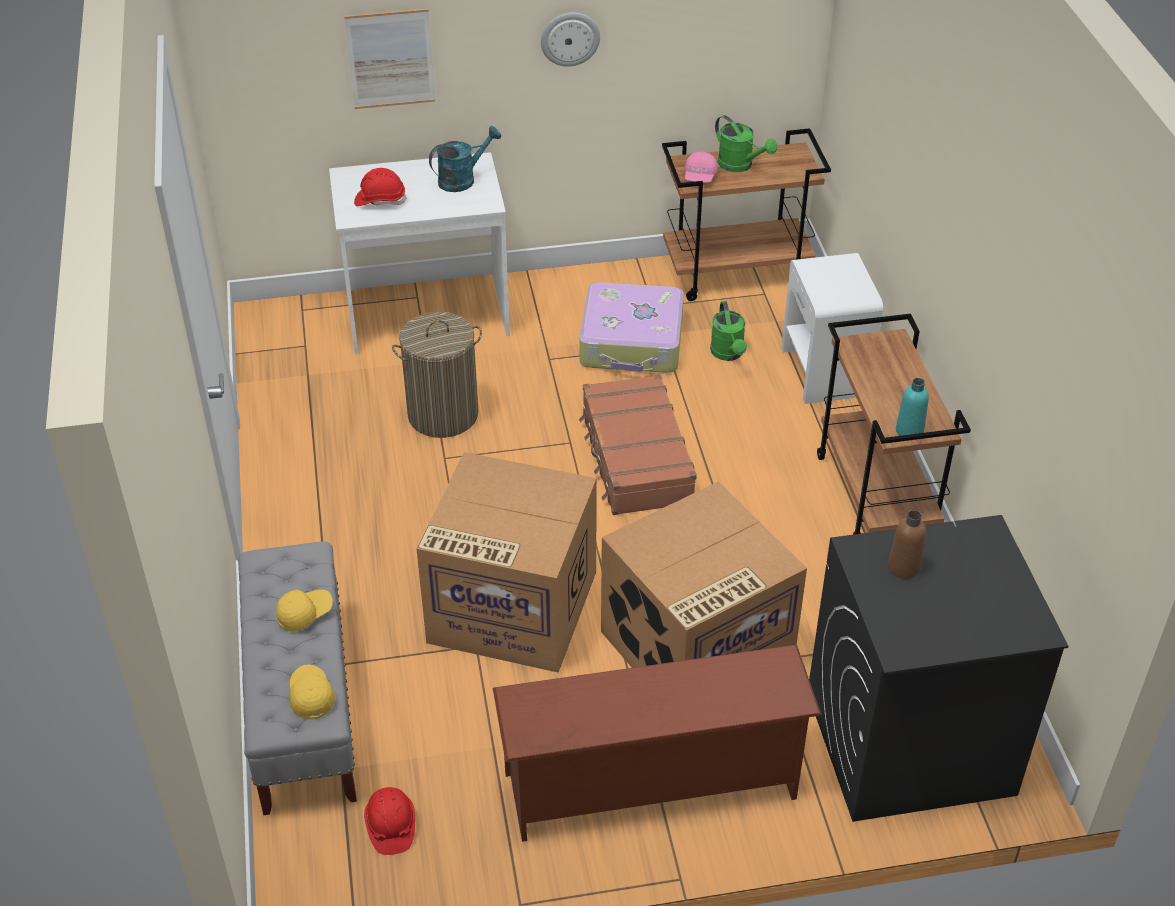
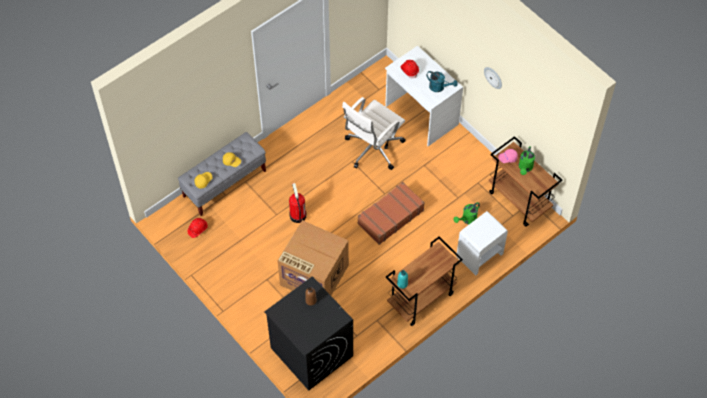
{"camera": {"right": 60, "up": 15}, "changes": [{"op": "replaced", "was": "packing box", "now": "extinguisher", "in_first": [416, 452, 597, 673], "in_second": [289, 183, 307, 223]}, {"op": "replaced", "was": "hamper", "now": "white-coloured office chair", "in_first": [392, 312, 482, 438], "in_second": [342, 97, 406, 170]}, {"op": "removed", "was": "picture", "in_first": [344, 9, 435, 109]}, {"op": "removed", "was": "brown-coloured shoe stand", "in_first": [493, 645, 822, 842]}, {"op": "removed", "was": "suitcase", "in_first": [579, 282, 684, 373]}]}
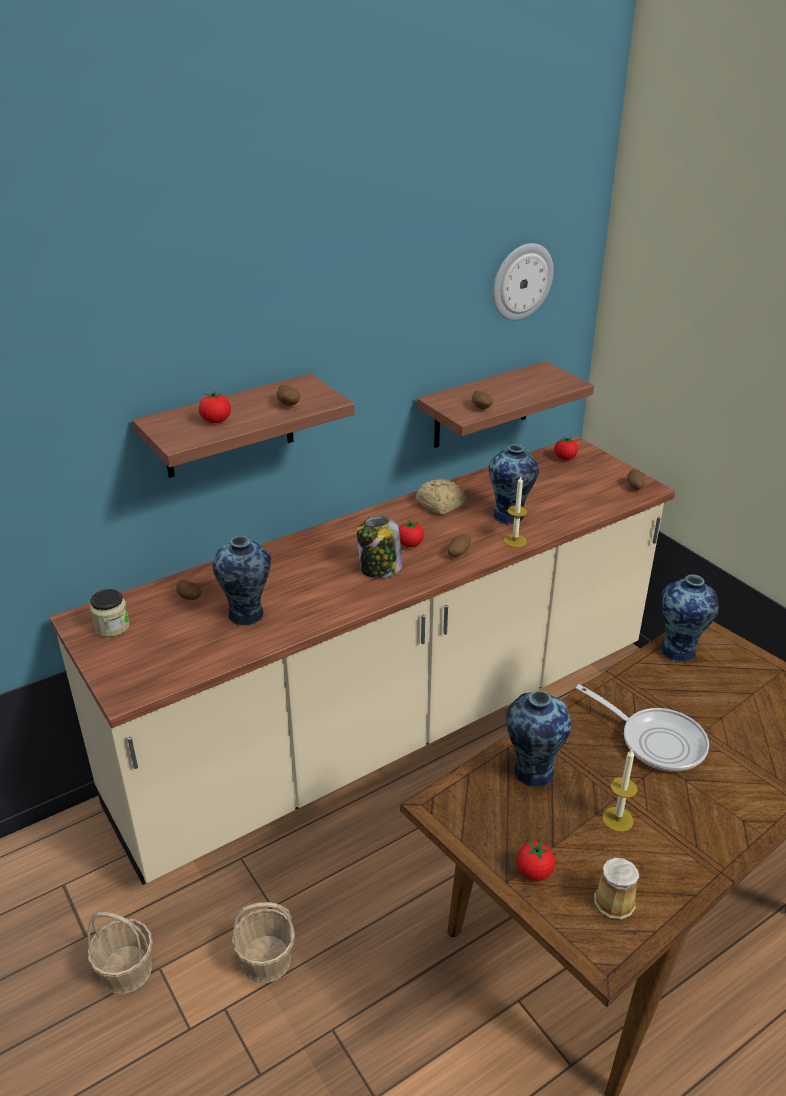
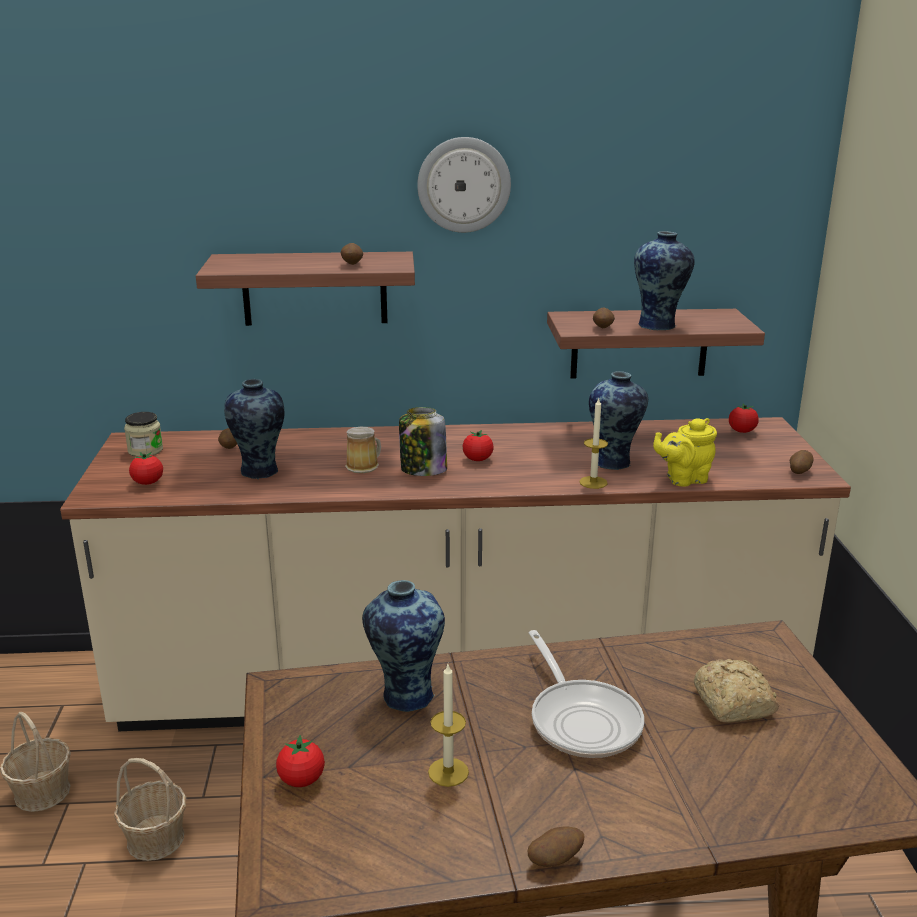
{"camera": {"right": 30, "up": -10}, "changes": [{"op": "moved", "was": "tomato", "in_first": [199, 391, 231, 423], "in_second": [129, 452, 163, 485]}, {"op": "moved", "was": "coffee mug", "in_first": [594, 858, 639, 919], "in_second": [346, 427, 381, 473]}, {"op": "moved", "was": "wall clock", "in_first": [493, 243, 554, 321], "in_second": [417, 137, 511, 233]}, {"op": "moved", "was": "potato", "in_first": [447, 535, 471, 557], "in_second": [528, 827, 585, 867]}, {"op": "moved", "was": "flower vase", "in_first": [661, 575, 719, 664], "in_second": [634, 231, 695, 330]}, {"op": "added", "now": "yellow-coloured tea pot", "in_second": [653, 418, 717, 486]}, {"op": "moved", "was": "bakery bread", "in_first": [416, 478, 467, 515], "in_second": [694, 659, 779, 722]}]}
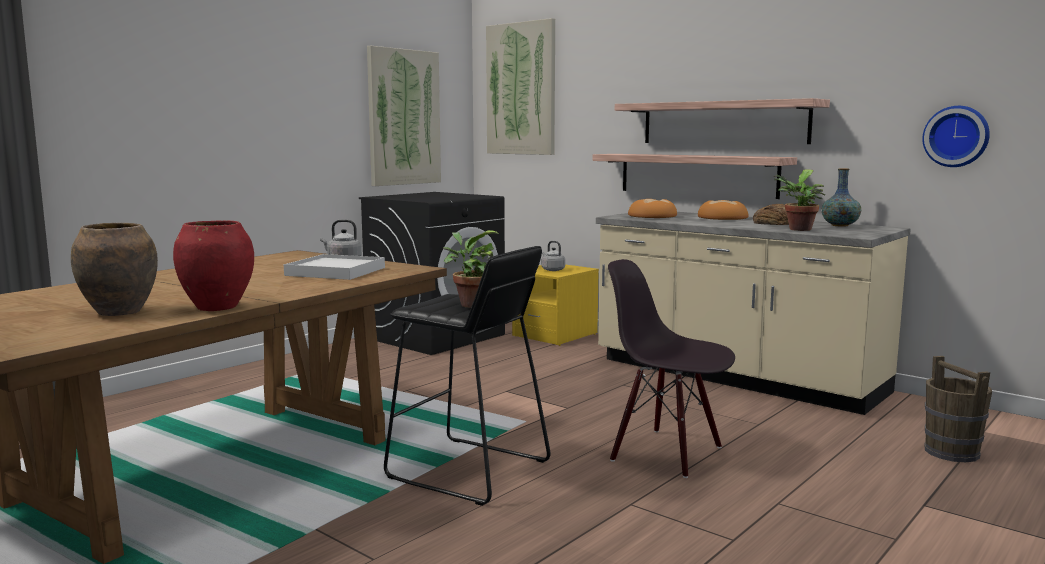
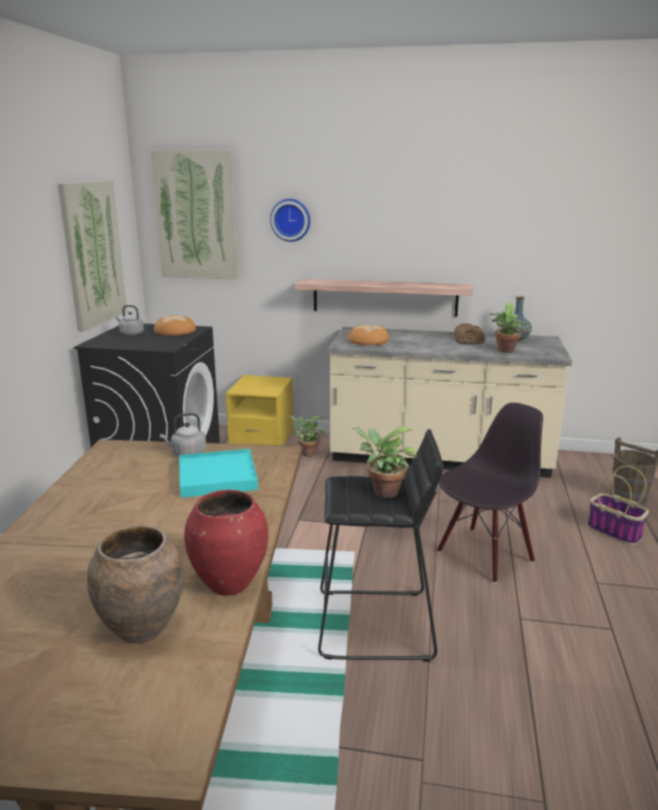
{"camera": {"right": -30, "up": 10}, "changes": [{"op": "moved", "was": "grey water kettle", "in_first": [542, 241, 565, 271], "in_second": [116, 305, 144, 336]}, {"op": "moved", "was": "bakery bread", "in_first": [698, 200, 749, 220], "in_second": [154, 315, 196, 336]}, {"op": "recoloured", "was": "white-coloured carrying tray", "now": "turquoise-coloured carrying tray", "in_first": [284, 254, 385, 280], "in_second": [179, 449, 258, 498]}, {"op": "moved", "was": "wall clock", "in_first": [922, 106, 990, 167], "in_second": [270, 199, 310, 242]}, {"op": "added", "now": "plant in a pot", "in_second": [290, 415, 324, 457]}, {"op": "turned", "was": "black chair", "in_first": [608, 259, 735, 478], "in_second": [437, 403, 543, 583], "clockwise": 135}, {"op": "added", "now": "household basket", "in_second": [587, 465, 649, 545]}, {"op": "removed", "was": "shelf", "in_first": [615, 98, 830, 144]}]}
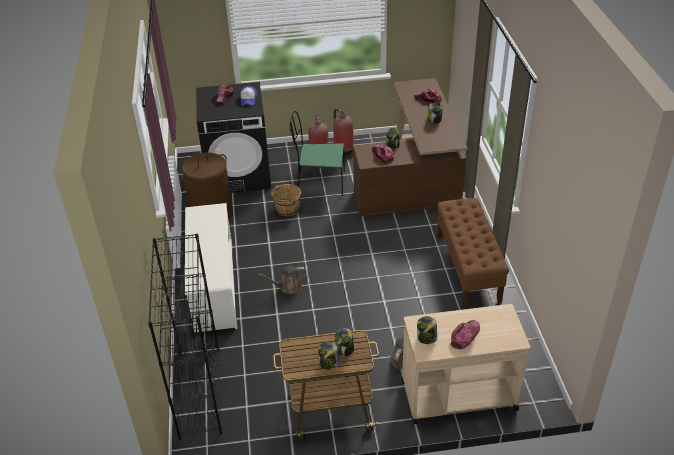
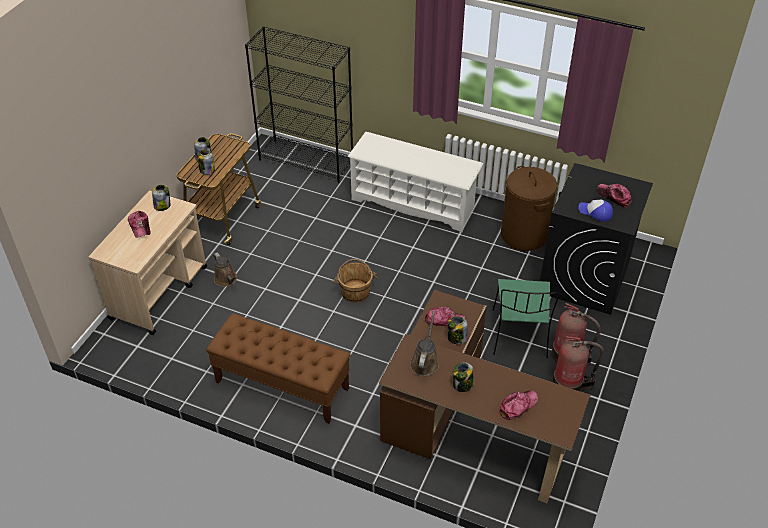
{"camera": {"right": 120, "up": 5}, "changes": [{"op": "moved", "was": "brown-coloured water bucket", "in_first": [271, 184, 301, 216], "in_second": [332, 259, 378, 303]}, {"op": "moved", "was": "brown-coloured watering pot", "in_first": [259, 266, 306, 294], "in_second": [410, 311, 439, 376]}, {"op": "turned", "was": "greenish chair", "in_first": [290, 111, 345, 197], "in_second": [493, 279, 560, 358], "clockwise": 150}]}
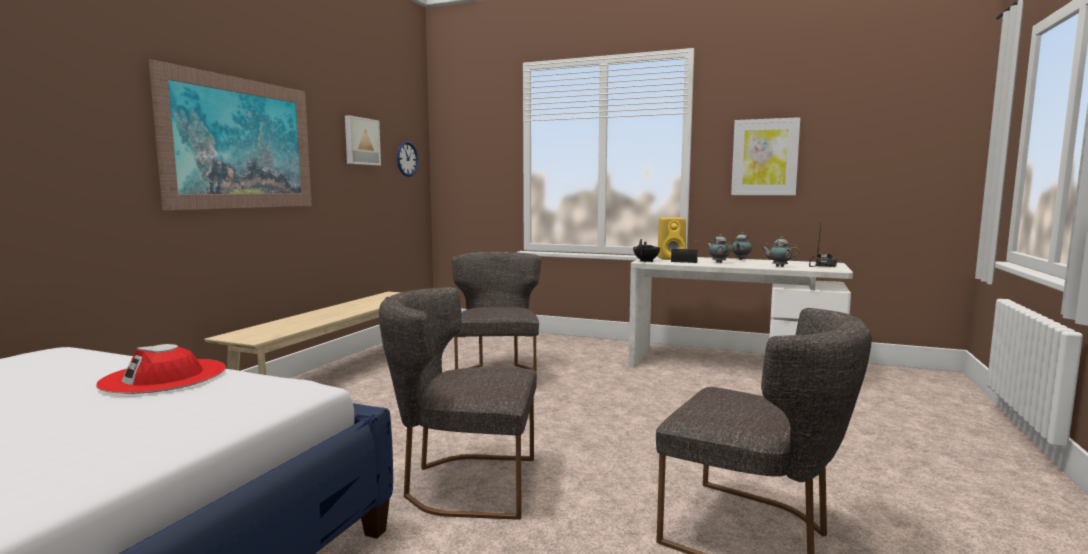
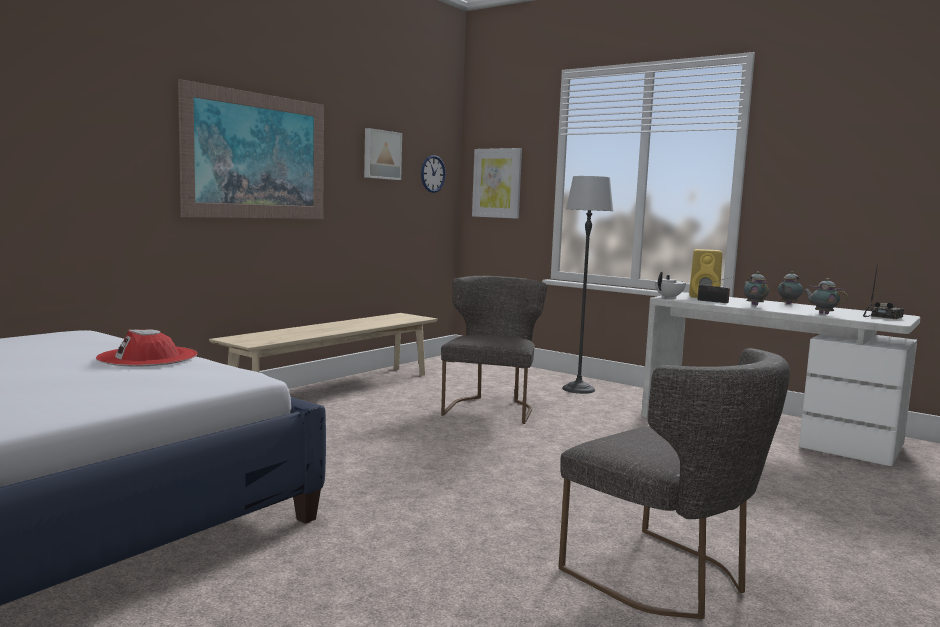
{"camera": {"right": 15, "up": 0}, "changes": [{"op": "moved", "was": "picture", "in_first": [731, 117, 800, 195], "in_second": [472, 148, 522, 219]}, {"op": "added", "now": "floor lamp", "in_second": [562, 176, 613, 394]}, {"op": "recoloured", "was": "black tea pot", "now": "white-coloured tea pot", "in_first": [633, 239, 660, 262], "in_second": [655, 272, 686, 299]}, {"op": "removed", "was": "grey chair", "in_first": [379, 287, 537, 520]}]}
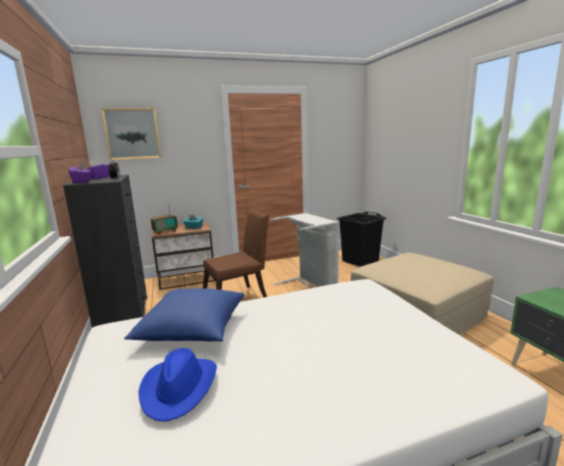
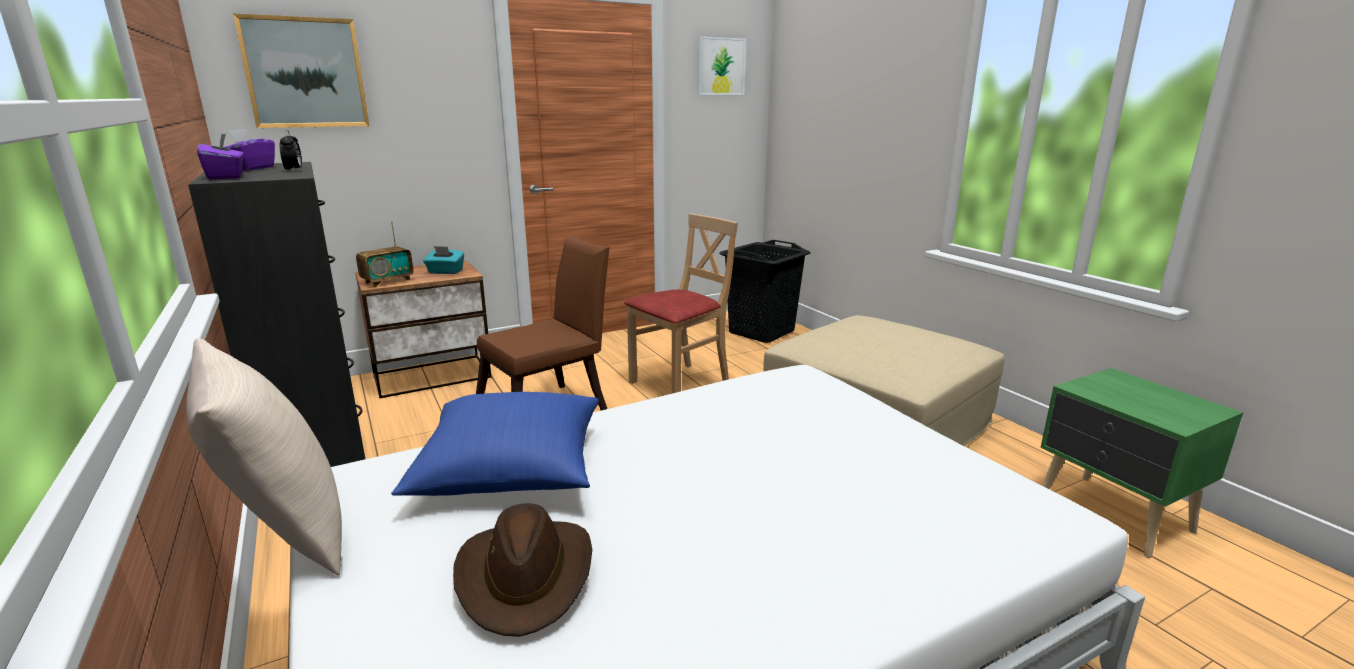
{"camera": {"right": -10, "up": 5}, "changes": [{"op": "added", "now": "beige throw pillow", "in_second": [186, 338, 342, 575]}, {"op": "recoloured", "was": "blue hat", "now": "brown-coloured hat", "in_first": [138, 348, 217, 422], "in_second": [453, 503, 592, 637]}, {"op": "replaced", "was": "grey hamper", "now": "beige chair", "in_first": [270, 213, 339, 288], "in_second": [624, 214, 738, 393]}, {"op": "added", "now": "picture", "in_second": [698, 37, 746, 95]}]}
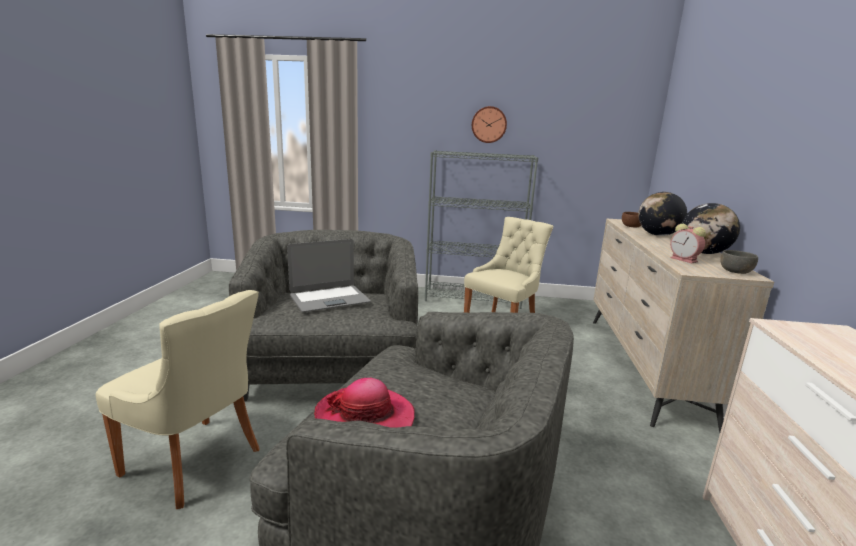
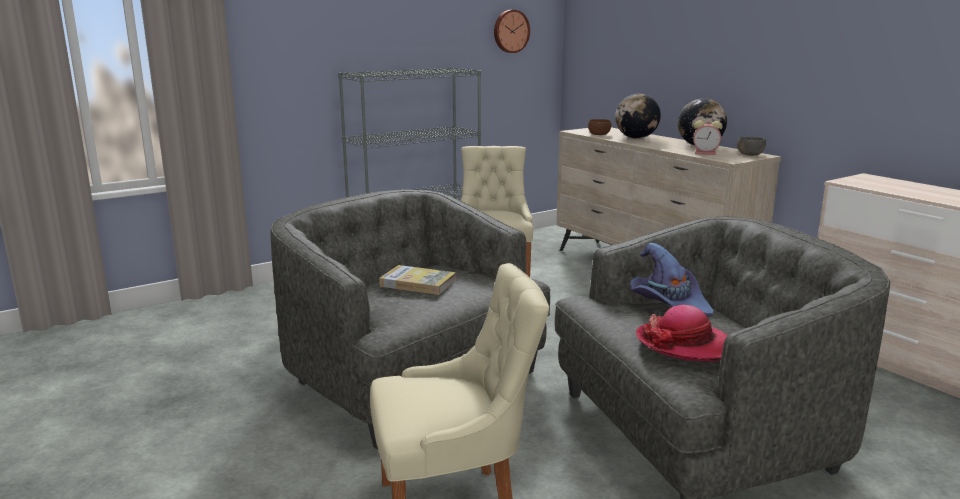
{"camera": {"right": -40, "up": 0}, "changes": [{"op": "replaced", "was": "notebook computer", "now": "book", "in_first": [287, 239, 371, 312], "in_second": [379, 265, 456, 295]}, {"op": "moved", "was": "wall clock", "in_first": [472, 106, 507, 143], "in_second": [494, 10, 530, 53]}, {"op": "added", "now": "purplish hat", "in_second": [630, 243, 714, 316]}]}
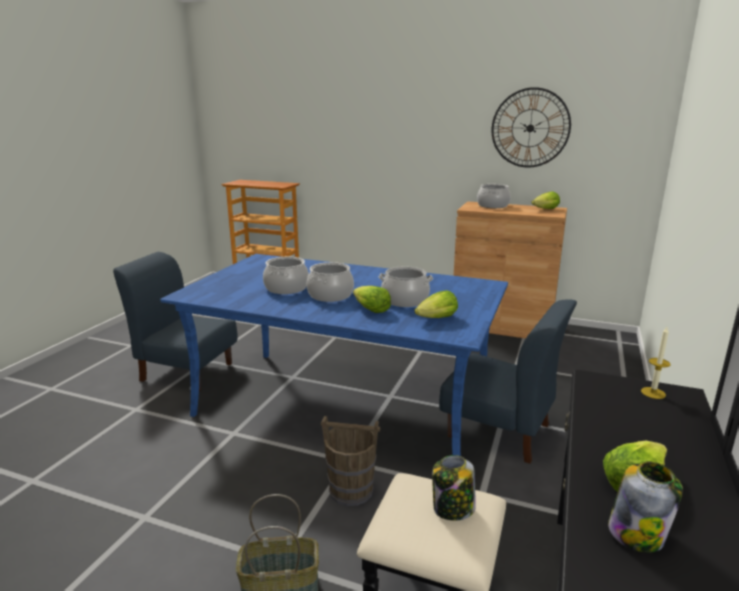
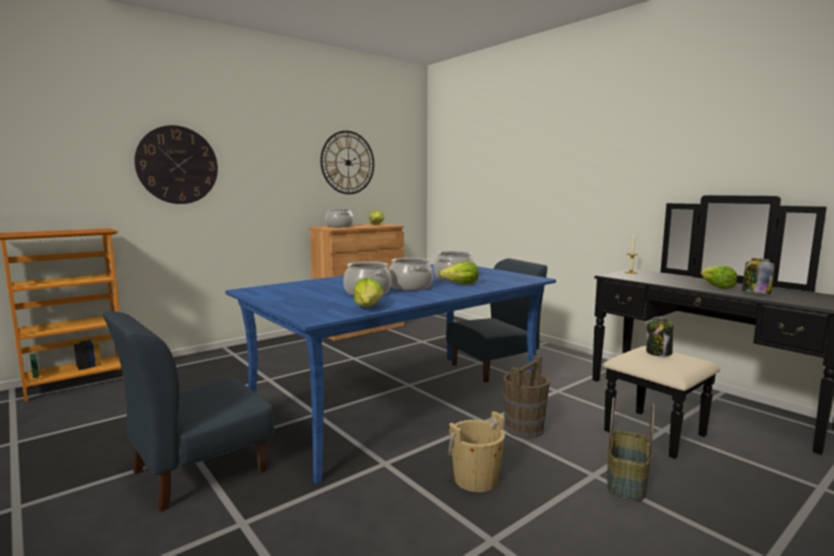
{"camera": {"right": -60, "up": -10}, "changes": [{"op": "added", "now": "wall clock", "in_second": [134, 125, 218, 204]}, {"op": "moved", "was": "head of lettuce", "in_first": [415, 290, 458, 318], "in_second": [354, 278, 384, 307]}, {"op": "added", "now": "beige water bucket", "in_second": [449, 411, 505, 492]}]}
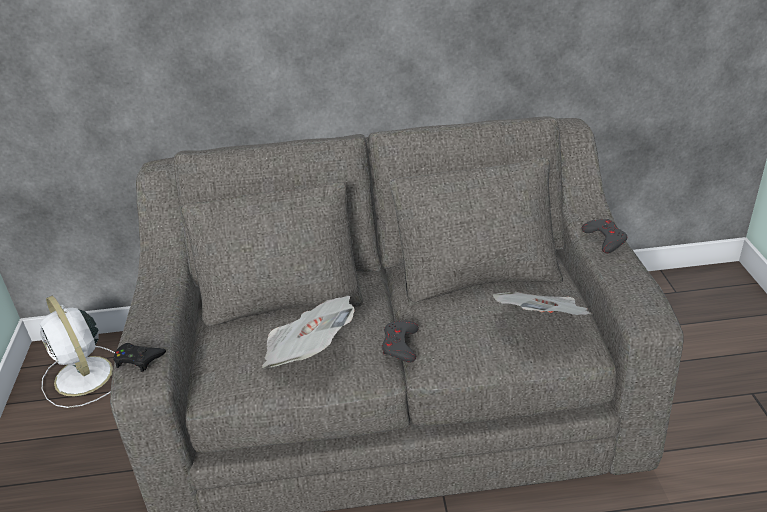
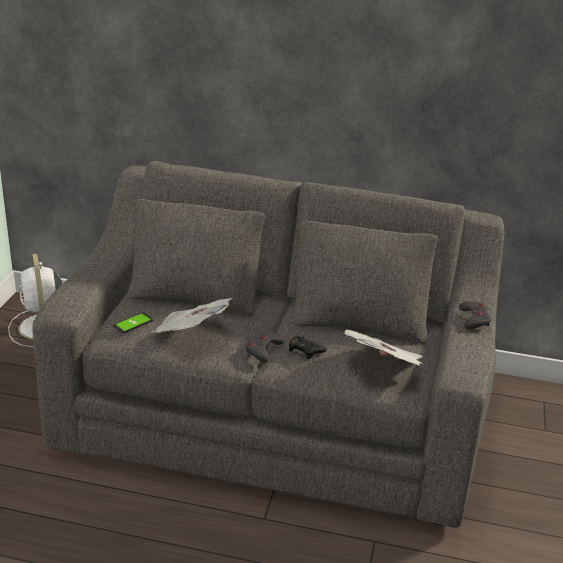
{"camera": {"right": 15, "up": -5}, "changes": [{"op": "added", "now": "phone", "in_second": [113, 312, 153, 333]}, {"op": "moved", "was": "black gamepad", "in_first": [113, 343, 166, 372], "in_second": [289, 336, 327, 359]}]}
